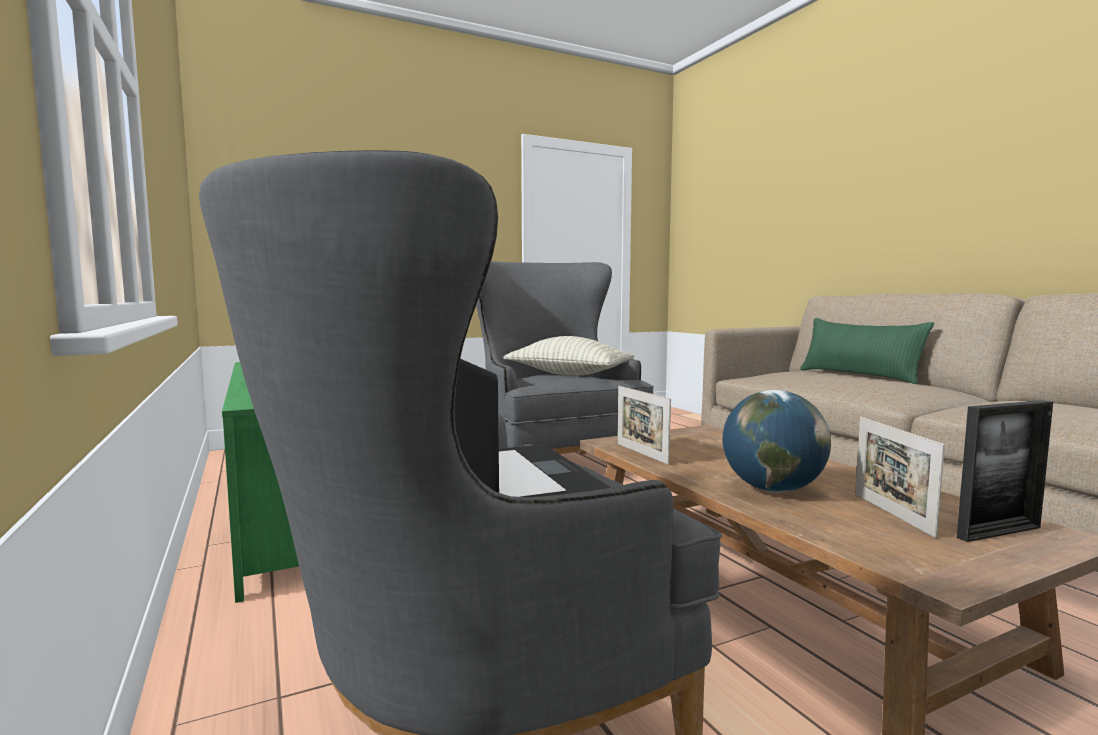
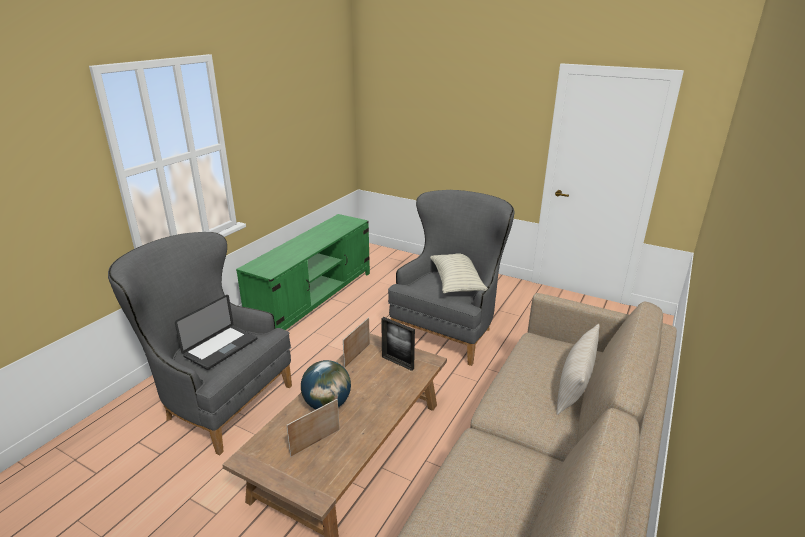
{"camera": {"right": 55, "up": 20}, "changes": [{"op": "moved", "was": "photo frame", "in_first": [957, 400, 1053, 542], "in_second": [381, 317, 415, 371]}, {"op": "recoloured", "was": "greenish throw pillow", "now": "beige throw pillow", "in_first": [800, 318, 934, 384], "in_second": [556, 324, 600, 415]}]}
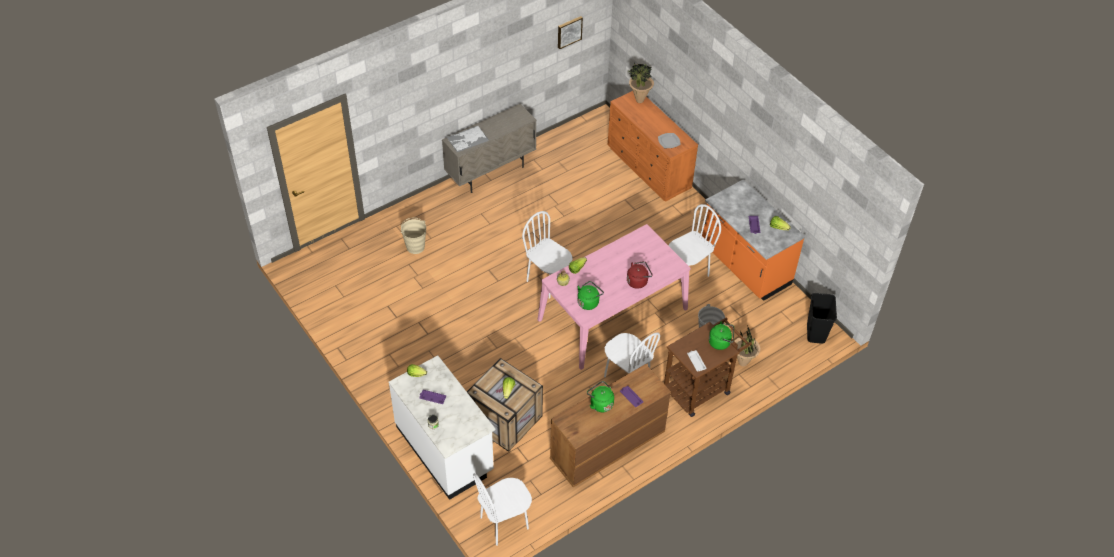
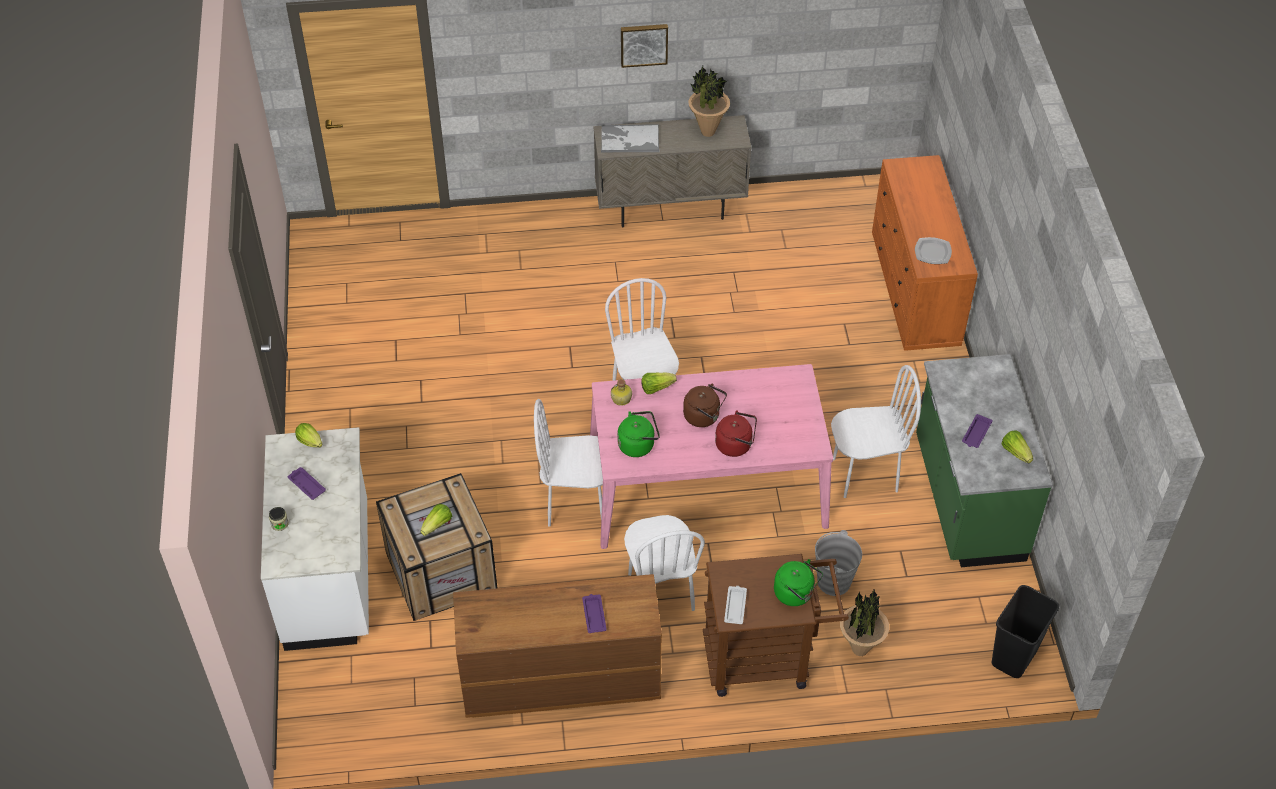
{"camera": {"right": 30, "up": 0}, "changes": [{"op": "moved", "was": "white-coloured chair", "in_first": [473, 473, 532, 546], "in_second": [534, 399, 603, 527]}, {"op": "moved", "was": "picture", "in_first": [558, 16, 583, 49], "in_second": [621, 24, 668, 68]}, {"op": "added", "now": "brown-coloured water kettle", "in_second": [683, 384, 727, 427]}, {"op": "moved", "was": "plant in a pot", "in_first": [629, 63, 654, 103], "in_second": [688, 66, 730, 137]}, {"op": "recoloured", "was": "orange kitchen base unit", "now": "greenish kitchen base unit", "in_first": [702, 180, 805, 301], "in_second": [916, 354, 1052, 567]}, {"op": "removed", "was": "beige water bucket", "in_first": [401, 218, 426, 254]}, {"op": "removed", "was": "greenish water kettle", "in_first": [587, 381, 614, 412]}]}
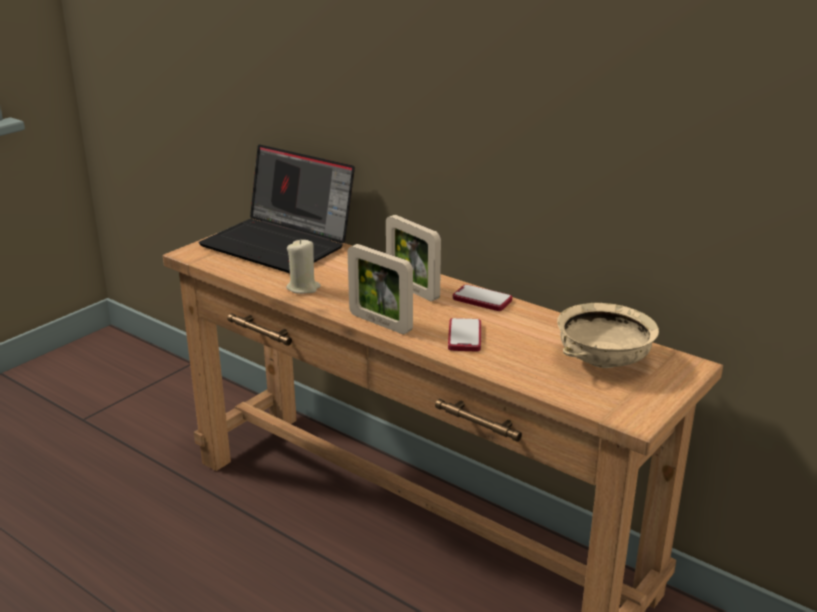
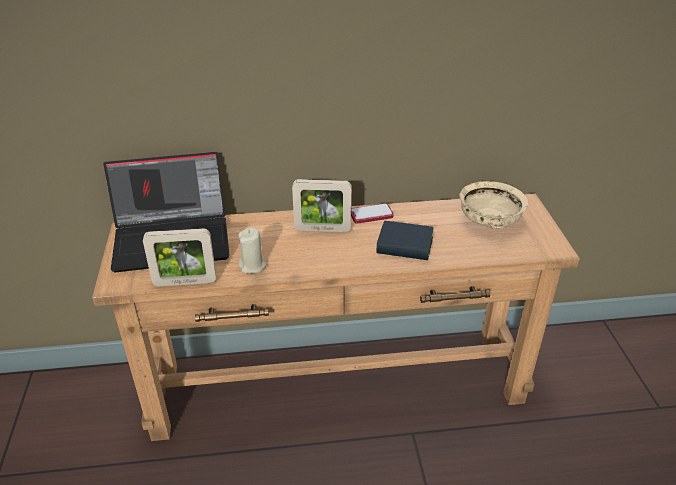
{"camera": {"right": -45, "up": 10}, "changes": [{"op": "moved", "was": "photo frame", "in_first": [348, 244, 413, 334], "in_second": [143, 228, 216, 286]}, {"op": "replaced", "was": "phone", "now": "book", "in_first": [448, 318, 481, 351], "in_second": [376, 221, 434, 260]}]}
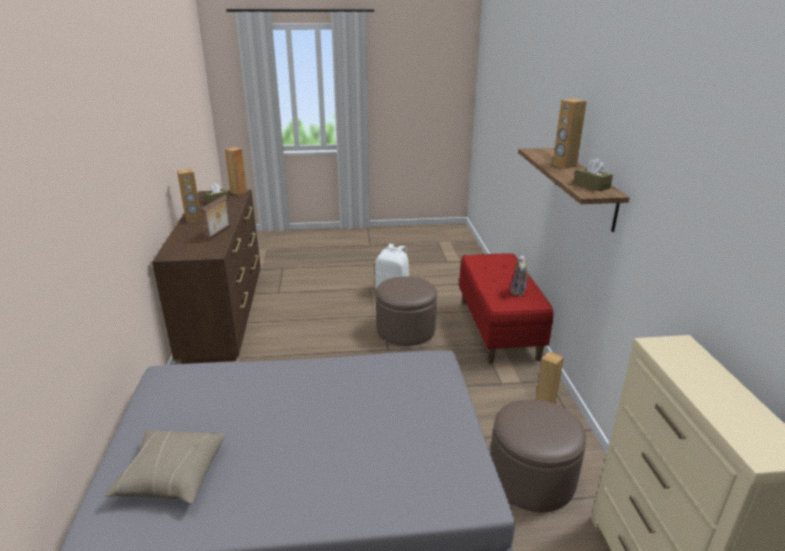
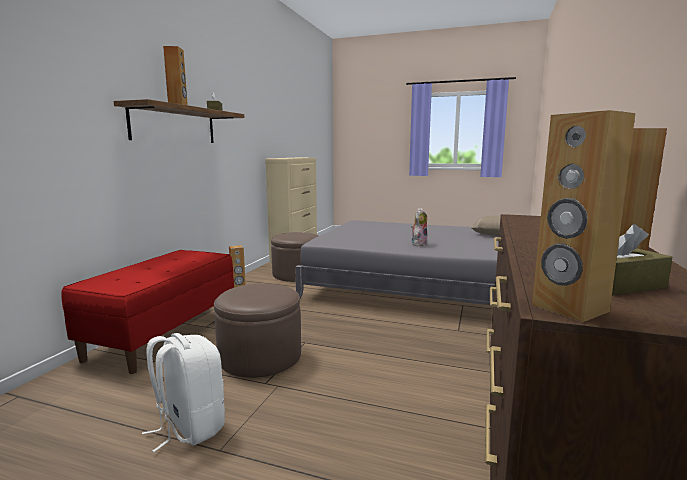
{"camera": {"right": -155, "up": -15}, "changes": [{"op": "moved", "was": "plush toy", "in_first": [511, 255, 530, 296], "in_second": [411, 208, 427, 246]}, {"op": "removed", "was": "photo frame", "in_first": [201, 195, 231, 242]}]}
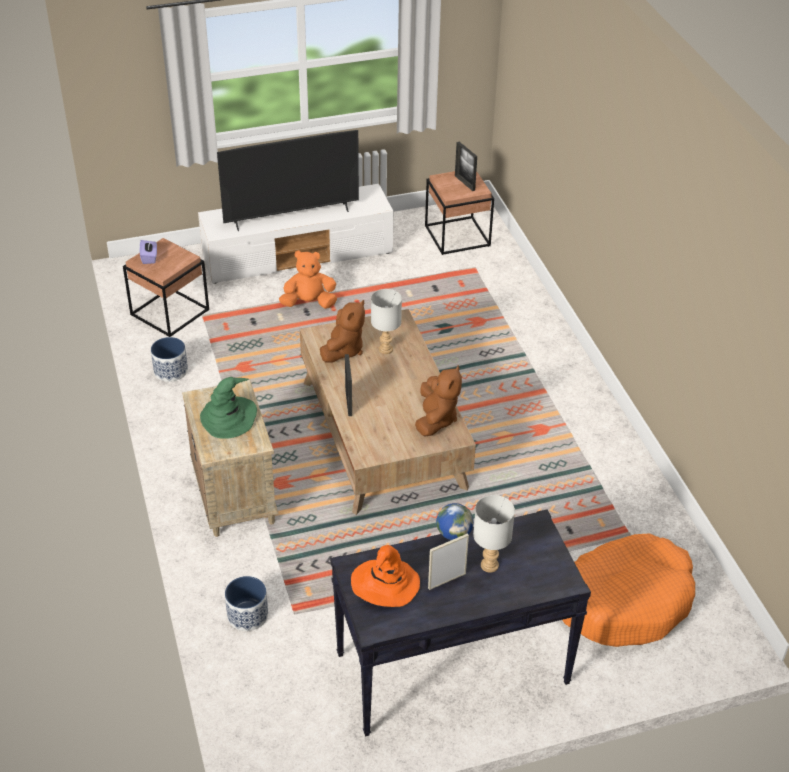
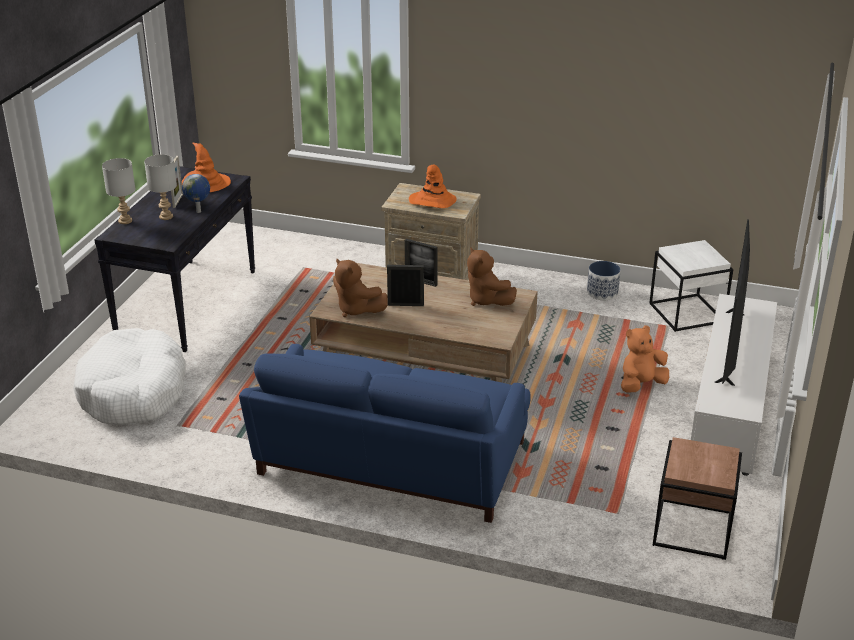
{"camera": {"right": 125, "up": -10}, "changes": [{"op": "recoloured", "was": "orange dog cushion", "now": "white-coloured dog cushion", "in_first": [563, 533, 695, 647], "in_second": [73, 328, 186, 425]}, {"op": "moved", "was": "grey tabletop lamp", "in_first": [371, 289, 402, 354], "in_second": [102, 158, 135, 224]}, {"op": "added", "now": "blue couch", "in_second": [239, 344, 531, 523]}, {"op": "moved", "was": "photo frame", "in_first": [455, 142, 477, 191], "in_second": [387, 265, 424, 306]}, {"op": "recoloured", "was": "greenish hat", "now": "orange hat", "in_first": [200, 377, 257, 439], "in_second": [409, 165, 457, 208]}, {"op": "turned", "was": "orange plush toy", "in_first": [279, 250, 337, 309], "in_second": [621, 325, 669, 393], "clockwise": -150}, {"op": "recoloured", "was": "brown-coloured end table", "now": "white-coloured end table", "in_first": [123, 238, 209, 337], "in_second": [649, 240, 733, 332]}, {"op": "removed", "was": "purplish tissue box", "in_first": [140, 240, 157, 264]}, {"op": "removed", "was": "plant pot", "in_first": [225, 576, 268, 631]}]}
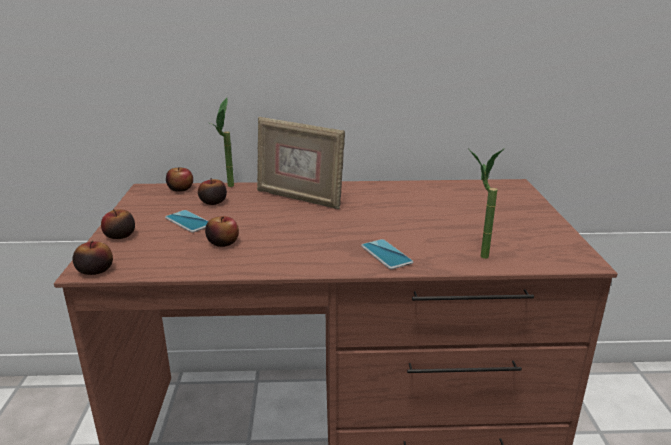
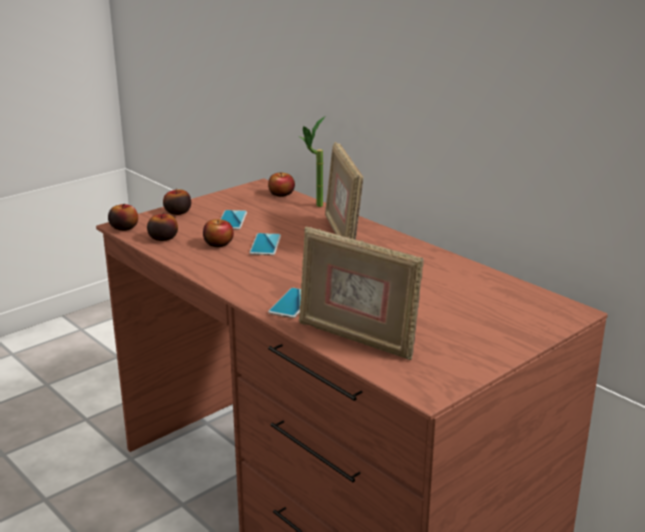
{"camera": {"right": 50, "up": 0}, "changes": [{"op": "moved", "was": "apple fruit", "in_first": [198, 178, 227, 205], "in_second": [147, 213, 178, 241]}, {"op": "added", "now": "phone", "in_second": [249, 233, 281, 255]}, {"op": "replaced", "was": "plant in a pot", "now": "photo frame", "in_first": [470, 148, 505, 259], "in_second": [299, 227, 424, 360]}]}
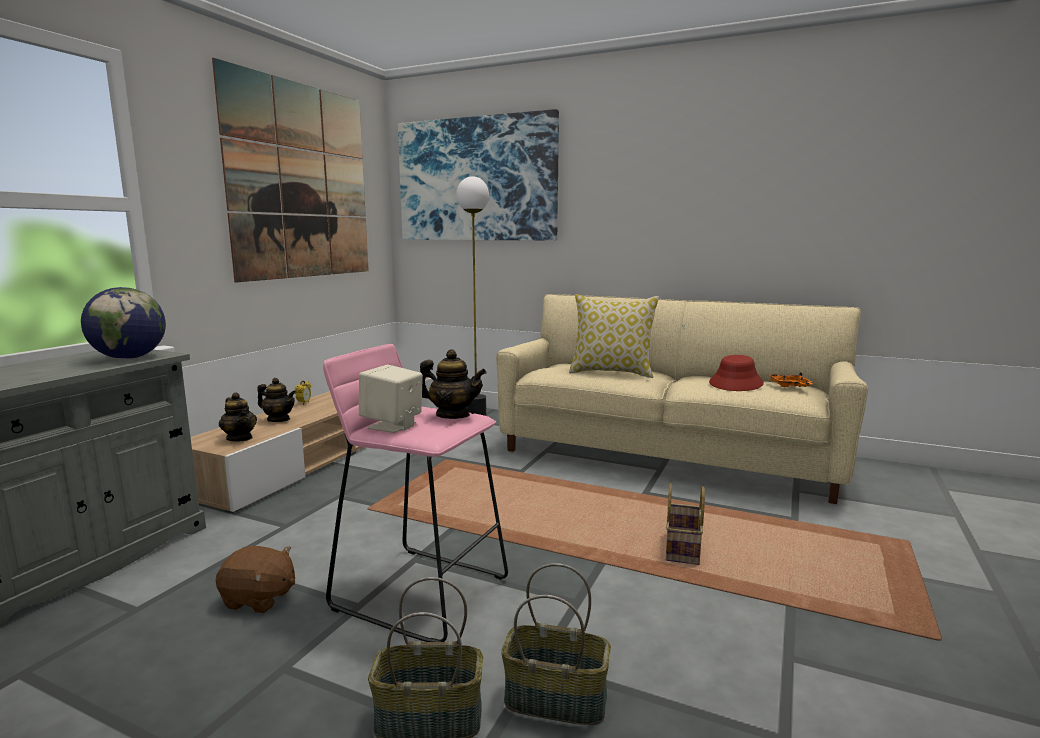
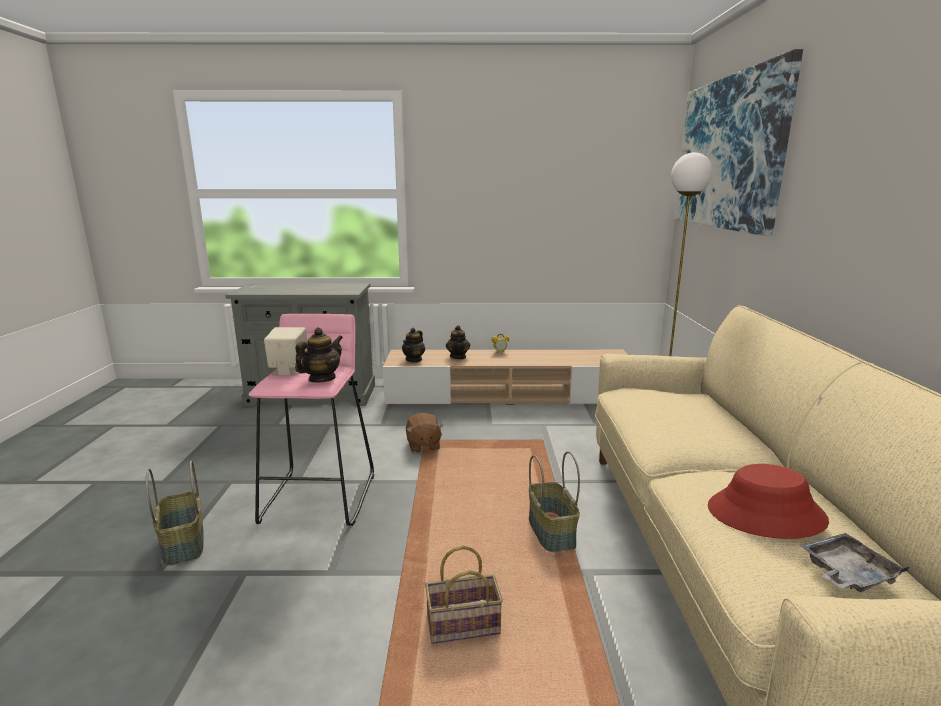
{"camera": {"right": 65, "up": 5}, "changes": [{"op": "turned", "was": "tea pot", "in_first": [420, 349, 487, 419], "in_second": [295, 327, 343, 383], "clockwise": -135}, {"op": "moved", "was": "brown-coloured plush toy", "in_first": [216, 546, 295, 613], "in_second": [406, 413, 443, 453]}, {"op": "moved", "was": "household basket", "in_first": [501, 563, 611, 725], "in_second": [529, 451, 580, 552]}, {"op": "recoloured", "was": "orange carrying tray", "now": "grey carrying tray", "in_first": [768, 372, 812, 387], "in_second": [800, 533, 909, 592]}, {"op": "removed", "was": "desk globe", "in_first": [81, 287, 166, 359]}, {"op": "removed", "was": "picture", "in_first": [212, 58, 369, 283]}, {"op": "removed", "was": "throw pillow", "in_first": [569, 294, 659, 378]}]}
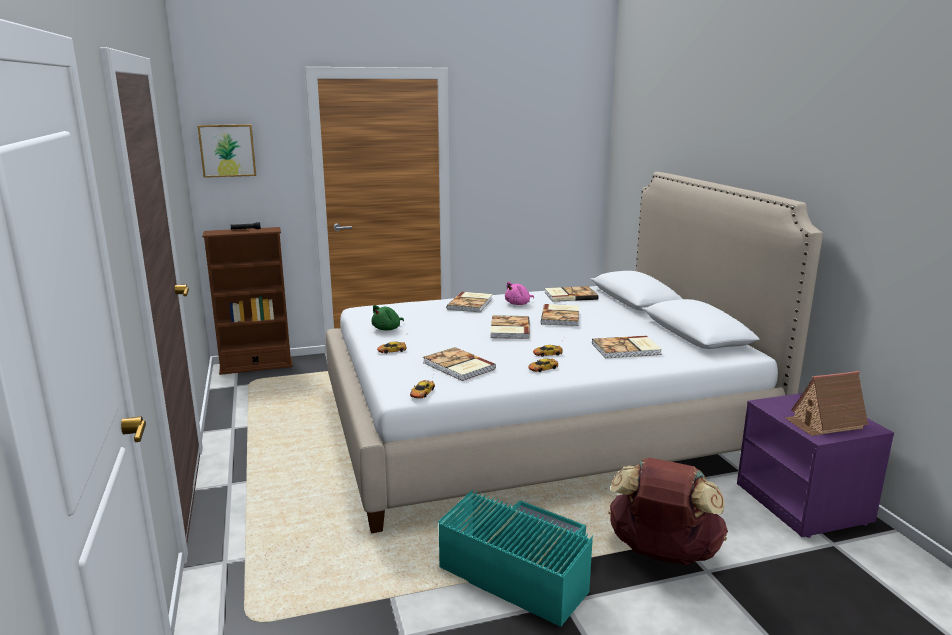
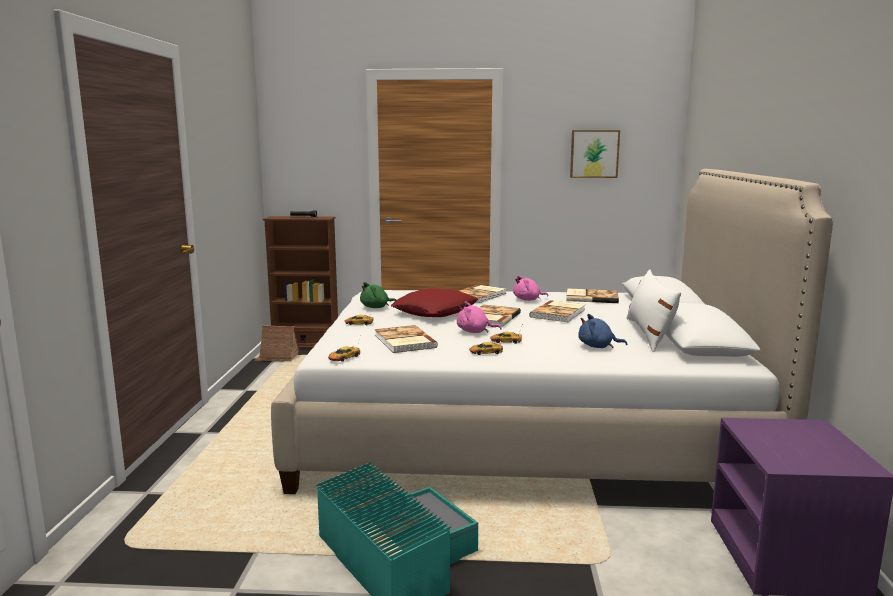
{"camera": {"right": 20, "up": -5}, "changes": [{"op": "moved", "was": "miniature house", "in_first": [784, 371, 868, 436], "in_second": [254, 325, 300, 361]}, {"op": "added", "now": "reddish throw pillow", "in_second": [391, 288, 478, 317]}, {"op": "added", "now": "pink-coloured plush toy", "in_second": [457, 302, 502, 333]}, {"op": "moved", "was": "picture", "in_first": [197, 124, 256, 178], "in_second": [570, 130, 620, 178]}, {"op": "replaced", "was": "book", "now": "blue plush toy", "in_first": [592, 336, 662, 359], "in_second": [578, 314, 627, 348]}, {"op": "added", "now": "white-coloured throw pillow", "in_second": [626, 269, 681, 352]}, {"op": "removed", "was": "brown-coloured knapsack", "in_first": [608, 458, 728, 565]}]}
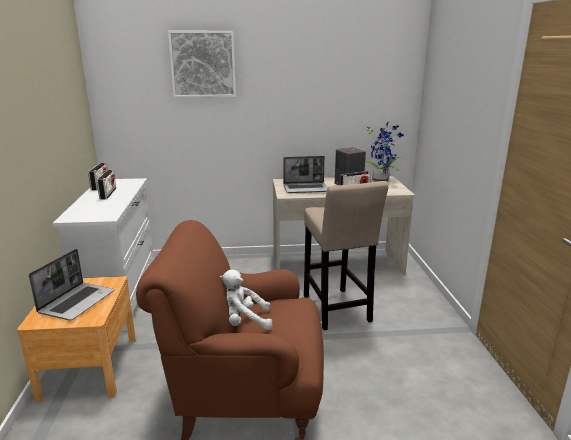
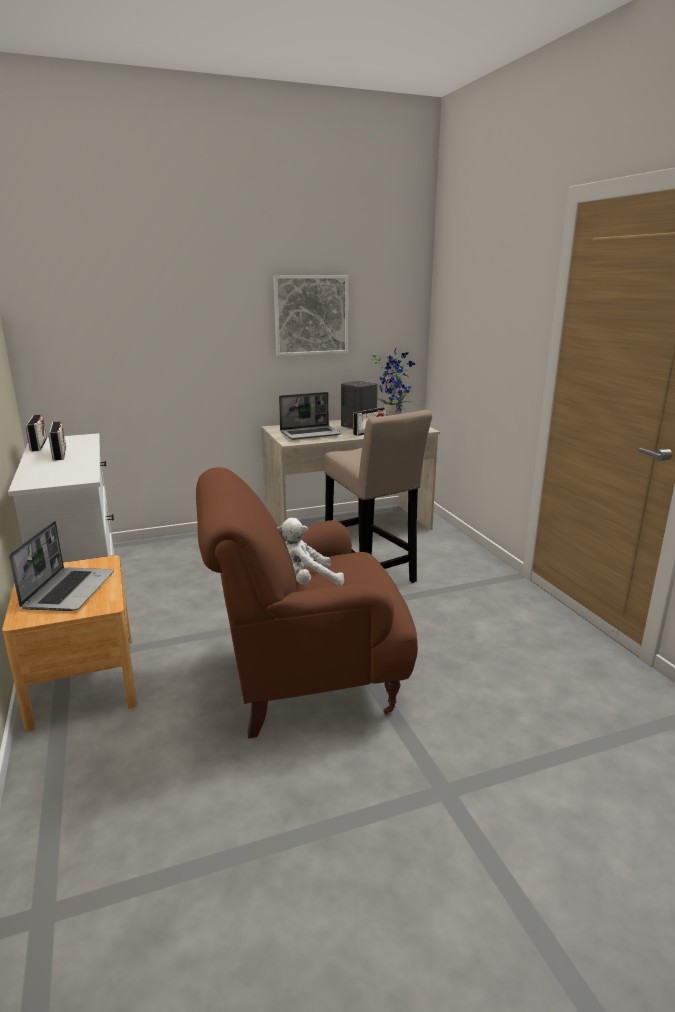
{"camera": {"right": -15, "up": 0}, "changes": [{"op": "moved", "was": "picture", "in_first": [168, 31, 236, 98], "in_second": [273, 275, 348, 356]}]}
